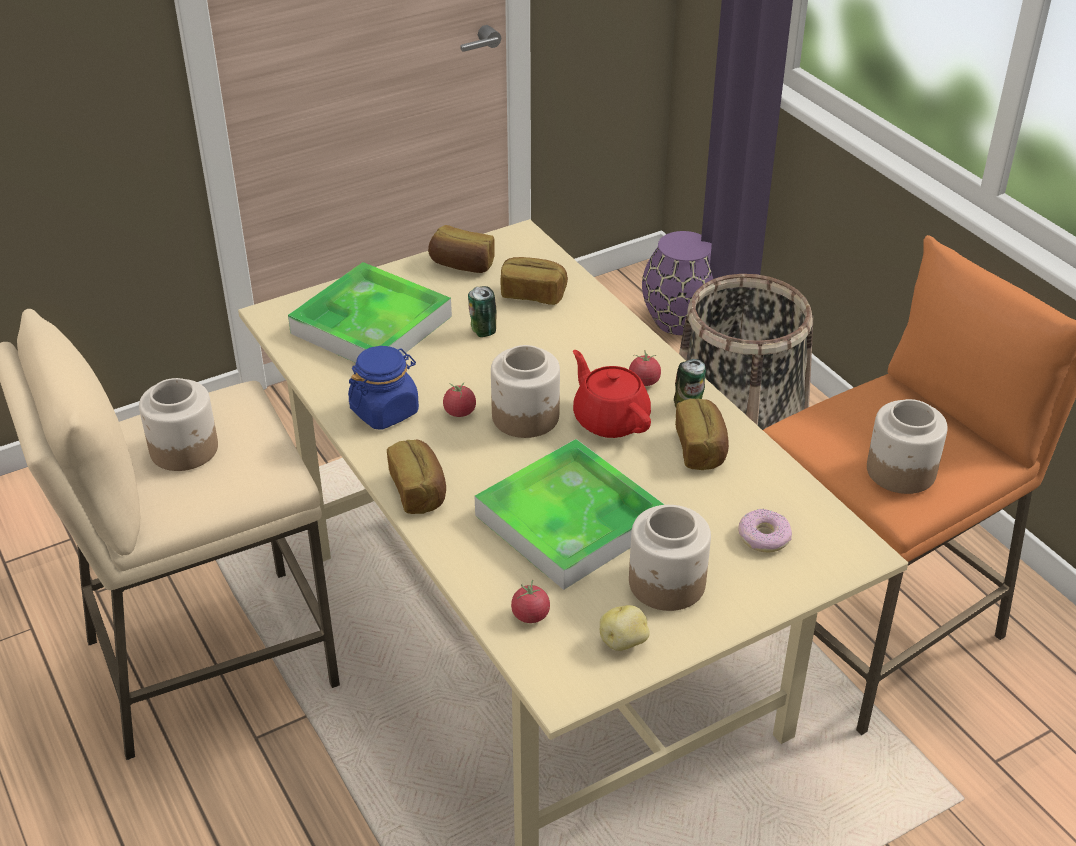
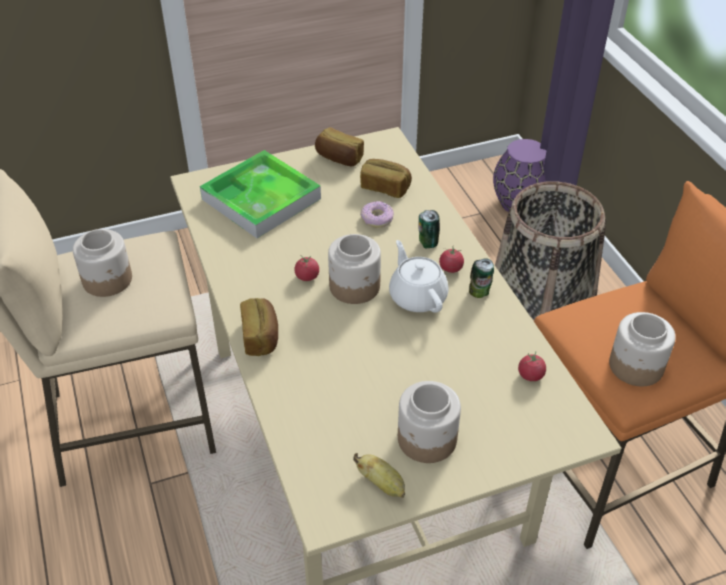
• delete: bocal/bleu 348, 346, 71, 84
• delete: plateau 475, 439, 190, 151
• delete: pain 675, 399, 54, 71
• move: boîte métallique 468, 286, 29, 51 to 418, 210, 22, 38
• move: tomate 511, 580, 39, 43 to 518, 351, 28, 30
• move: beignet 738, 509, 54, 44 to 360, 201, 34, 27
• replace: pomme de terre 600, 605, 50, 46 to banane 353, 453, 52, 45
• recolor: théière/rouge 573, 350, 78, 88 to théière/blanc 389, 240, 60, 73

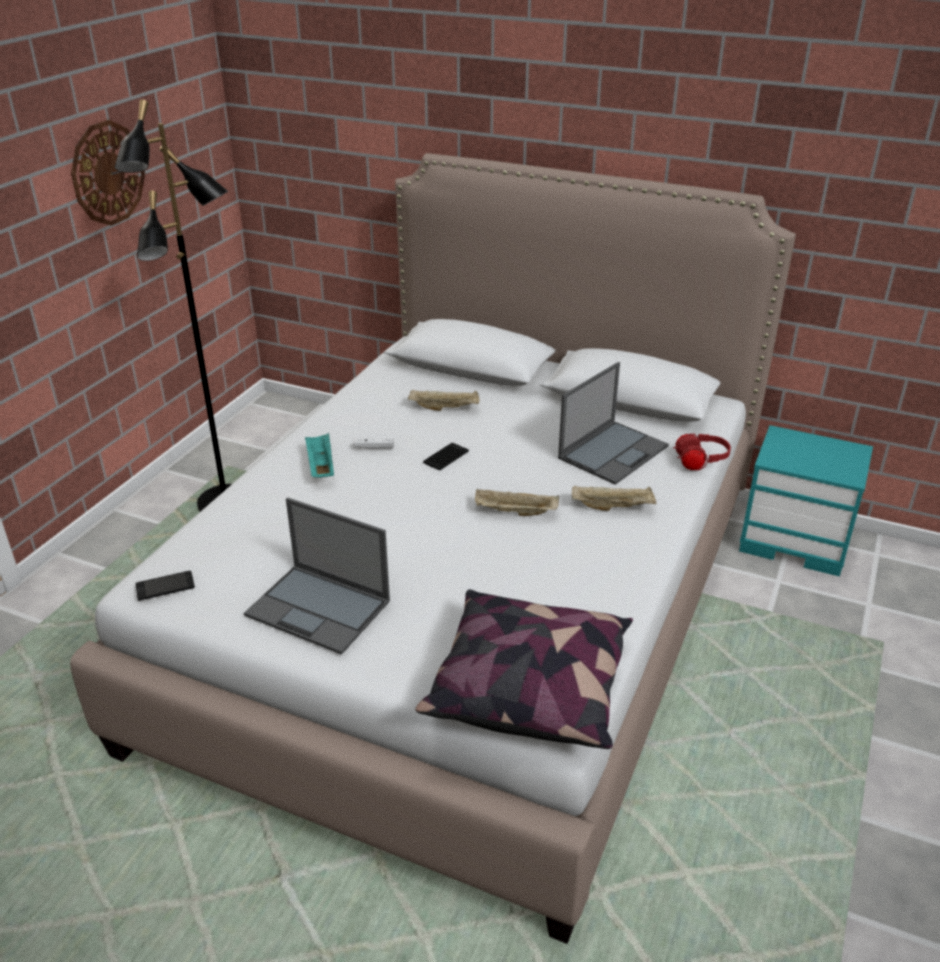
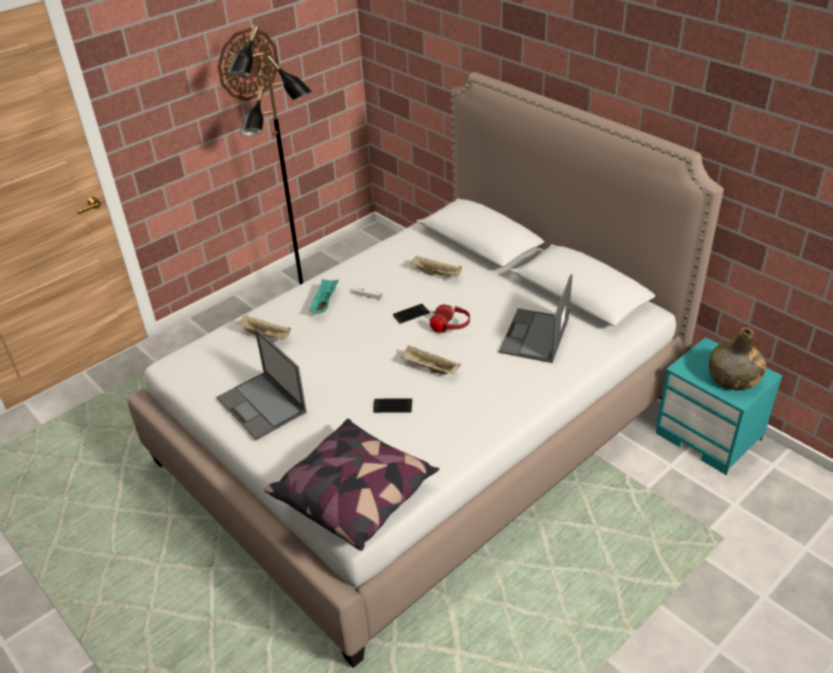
• insert: bouteille/vert 709, 327, 57, 63
• move: téléphone 135, 571, 60, 30 to 373, 398, 39, 15
• move: plateau/beige 572, 485, 85, 26 to 236, 315, 55, 25
• move: casque audio/rouge 673, 434, 58, 36 to 428, 304, 42, 29
• rotate: ordinateur portable 558, 362, 111, 123 = 499, 274, 73, 89 135 degrees clockwise

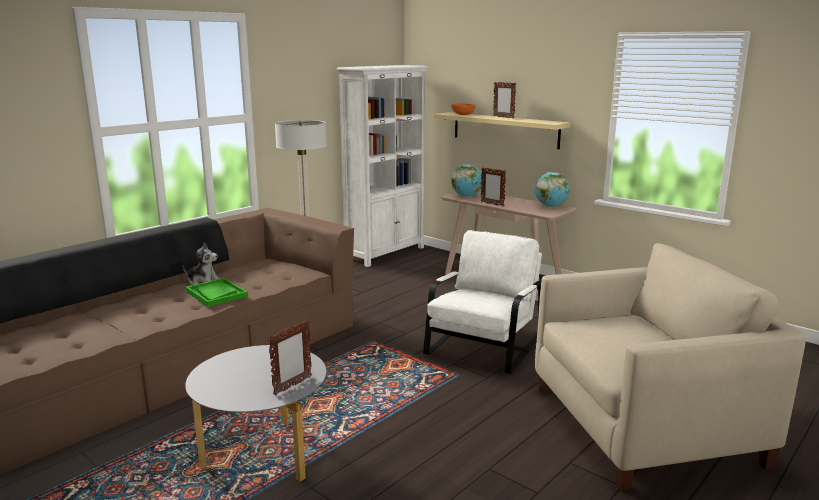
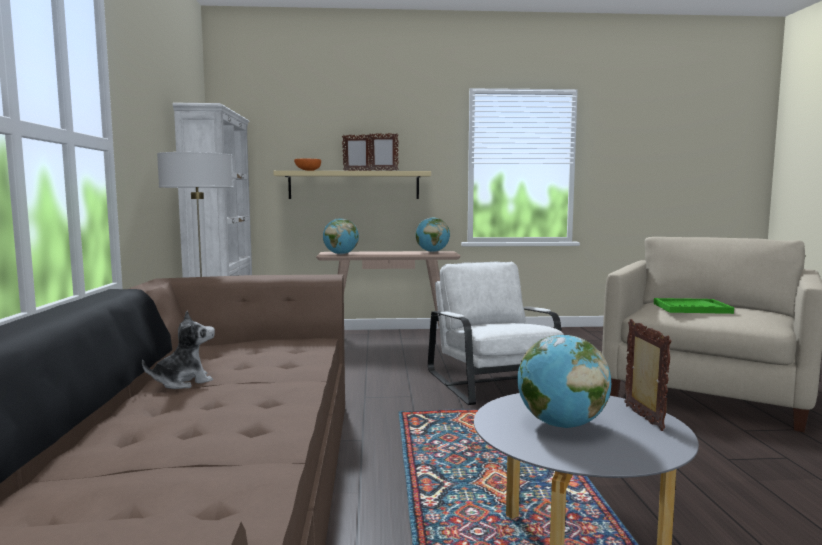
• insert: globe 517, 335, 94, 93
• move: plateau/vert 186, 278, 62, 29 to 654, 298, 80, 16
• move: cadre photo 481, 167, 25, 40 to 368, 133, 31, 38

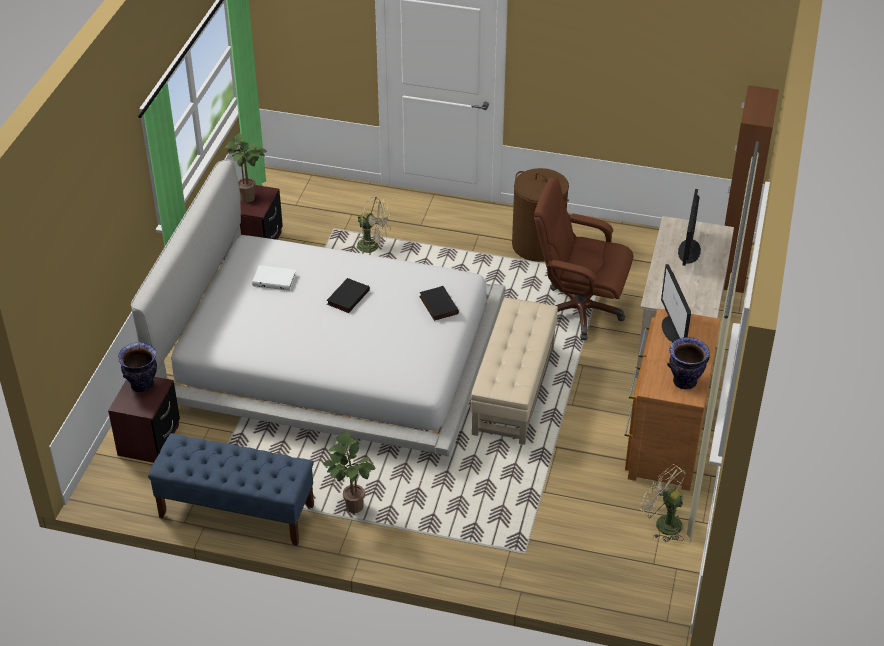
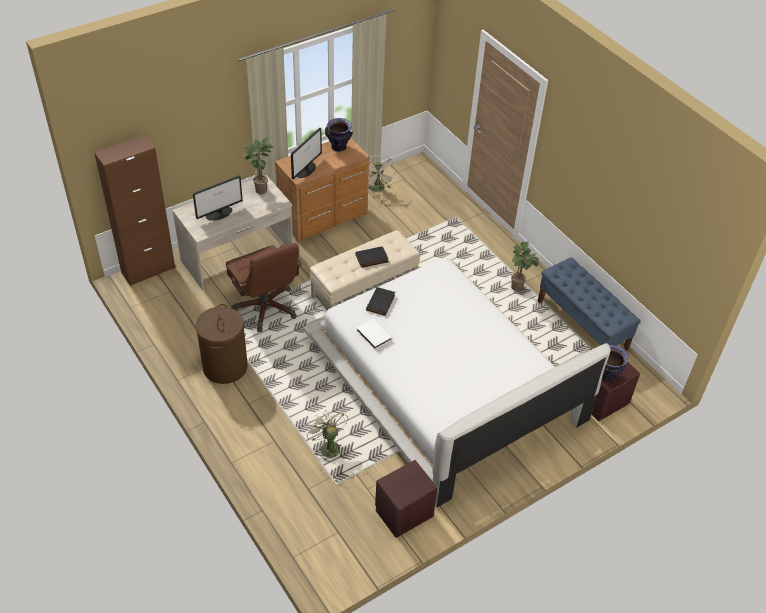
• move: plante en pot 224, 133, 43, 70 to 242, 137, 31, 58
• move: livre/blanc 252, 265, 44, 26 to 356, 319, 36, 31
• move: livre/noir 327, 278, 43, 35 to 355, 246, 33, 22

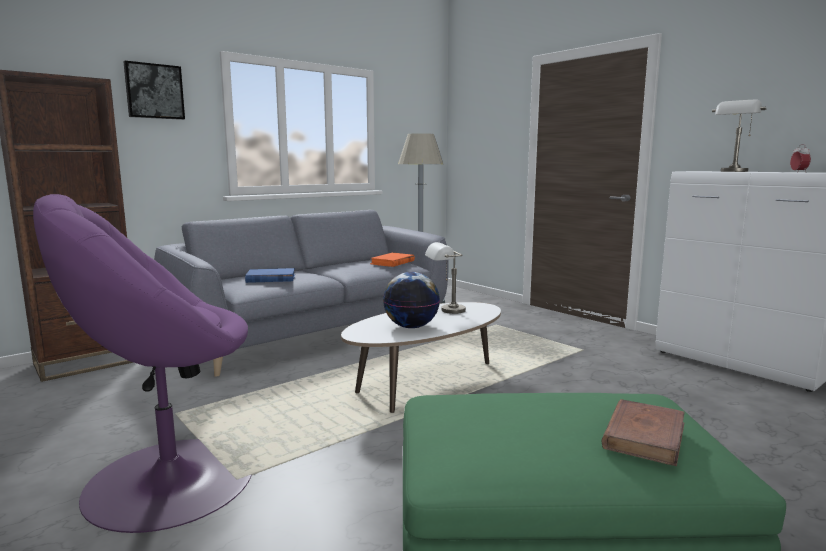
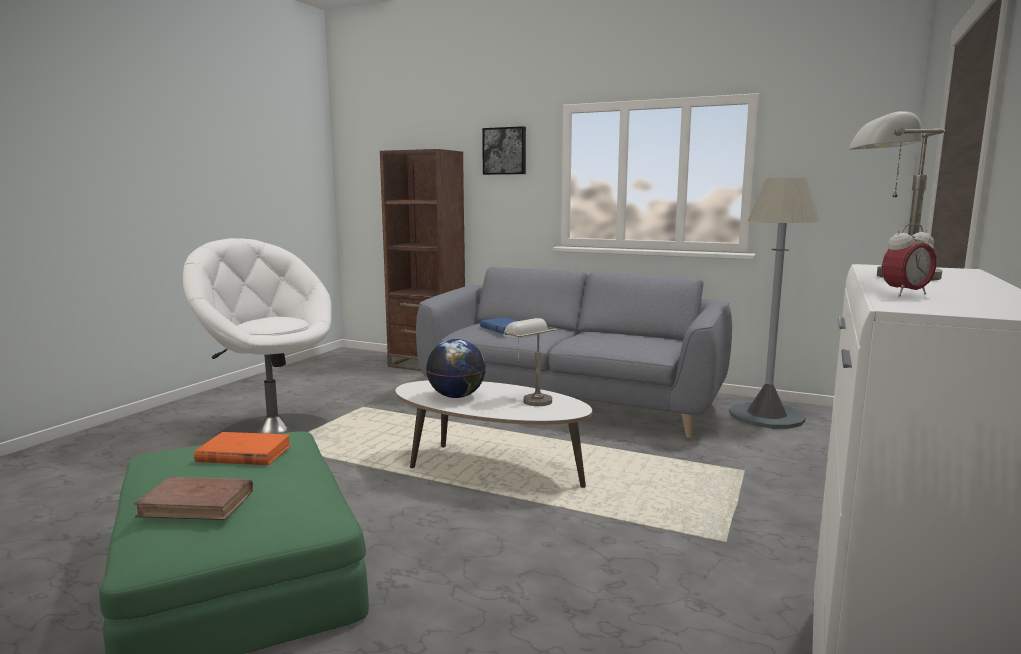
• move: livre/orange 370, 253, 45, 14 to 194, 432, 97, 33
• recolor: fauteuil/violet 33, 194, 219, 339 to fauteuil/blanc 183, 238, 149, 198

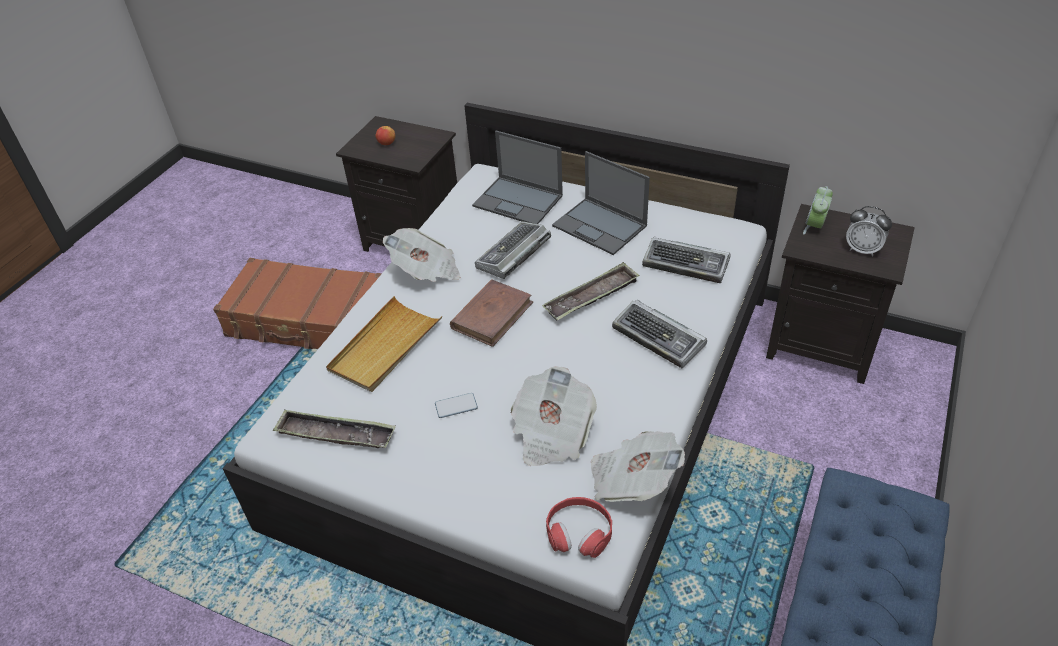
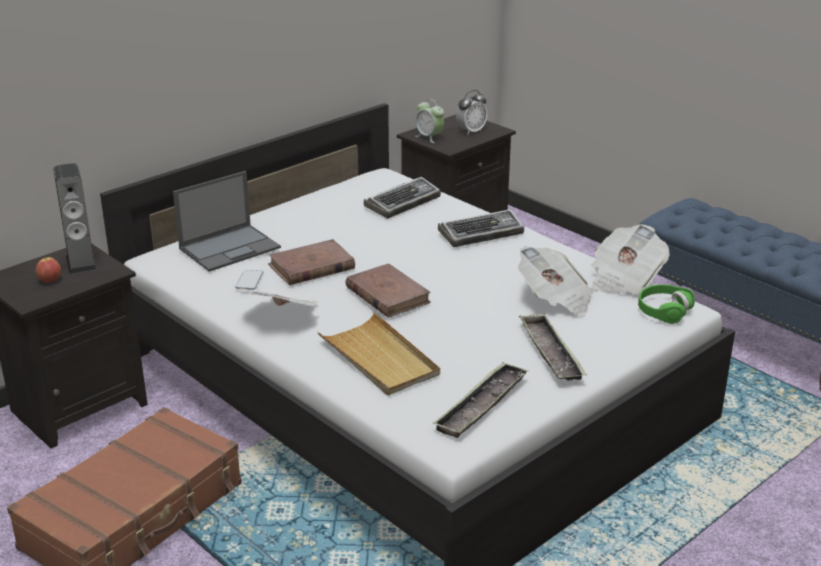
• delete: ordinateur portable 552, 151, 98, 104
• insert: enceinte 53, 163, 44, 111
• move: téléphone 435, 393, 43, 25 to 235, 270, 28, 20
• move: plateau 542, 262, 98, 59 to 519, 313, 68, 68
• replace: clavier 475, 221, 76, 58 to livre/marron 268, 239, 87, 46
• recolor: casque audio/rouge 546, 497, 66, 61 to casque audio/vert 638, 284, 57, 40

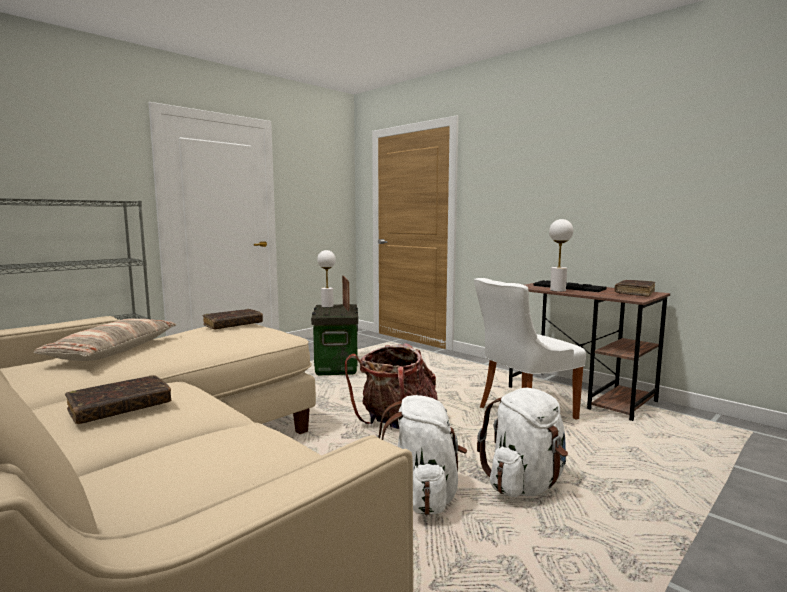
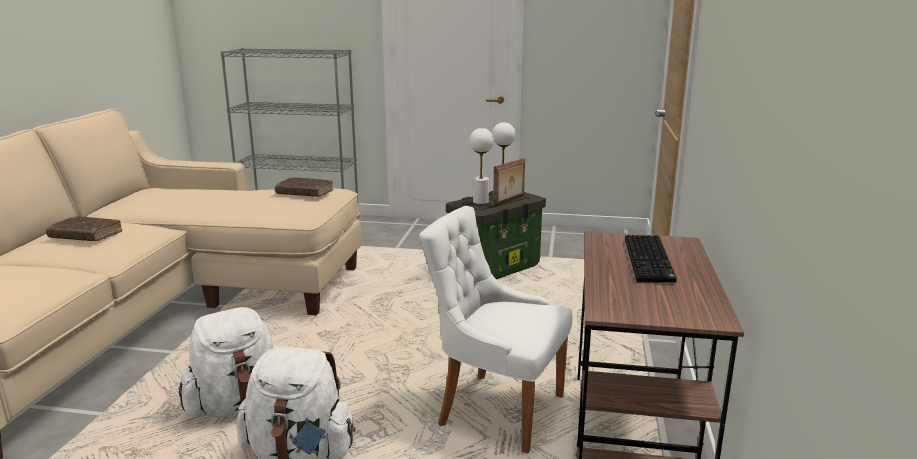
• delete: coussin 34, 319, 142, 42
• delete: sac à dos 345, 343, 93, 87
• delete: livre/marron 615, 280, 40, 17
• move: lampe de table/blanc 549, 219, 24, 73 to 469, 128, 25, 76

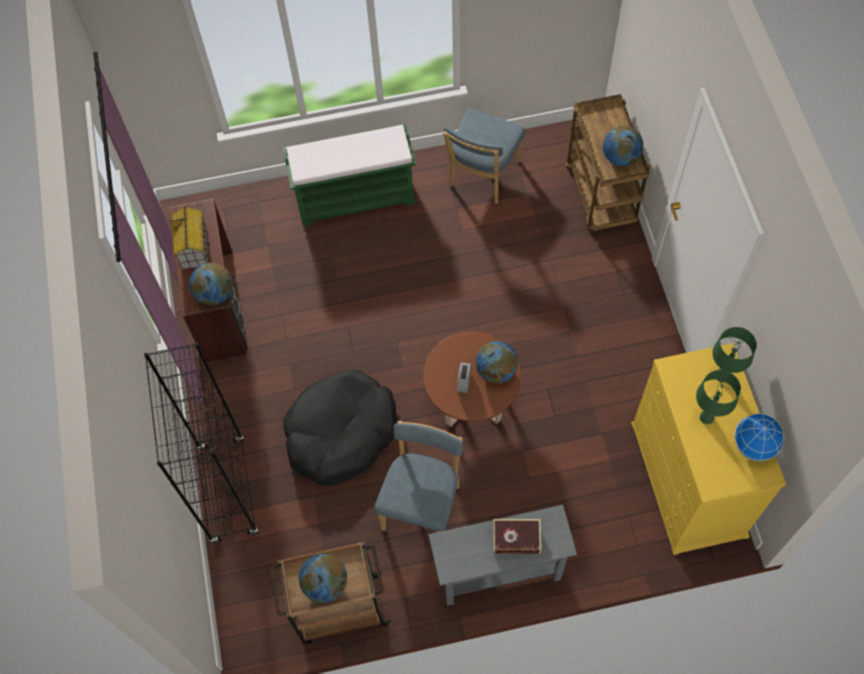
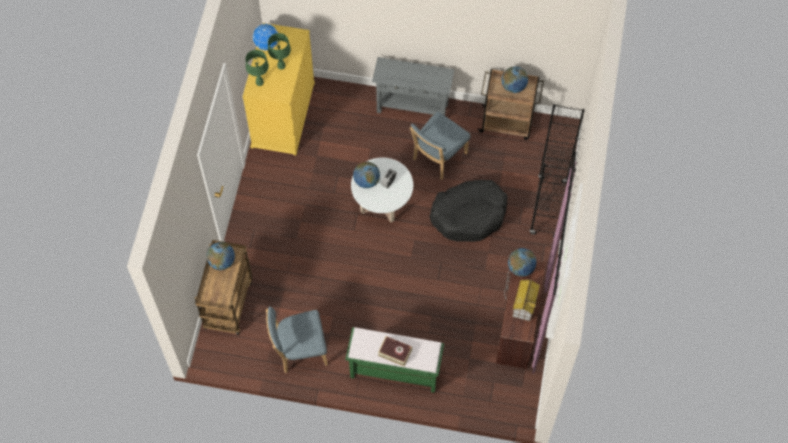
• move: livre 493, 519, 48, 35 to 378, 336, 34, 31
• recolor: table basse/marron 423, 331, 98, 96 to table basse/blanc 351, 157, 62, 66
• rotate: chaise/bleu 443, 108, 82, 95 = 266, 306, 62, 67 150 degrees counterclockwise

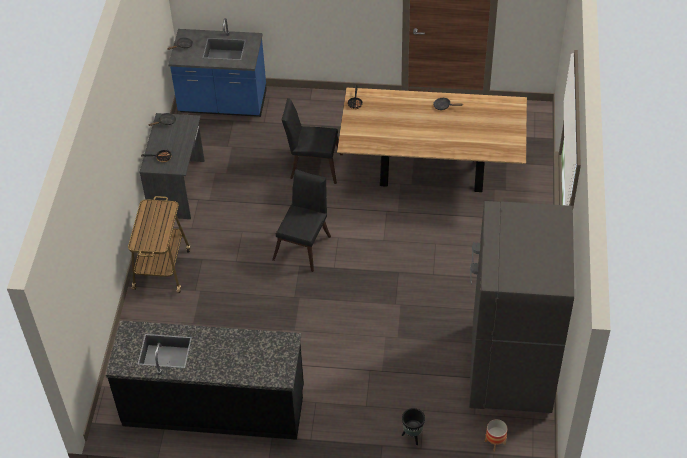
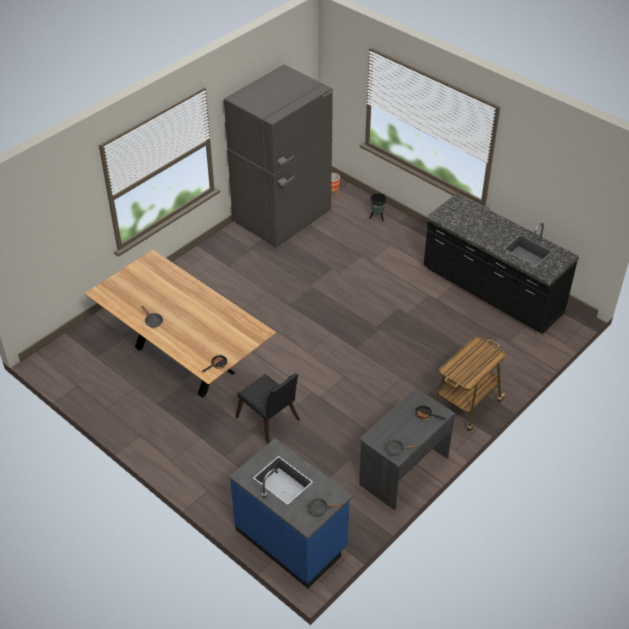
• delete: chaise/noir 272, 169, 59, 103

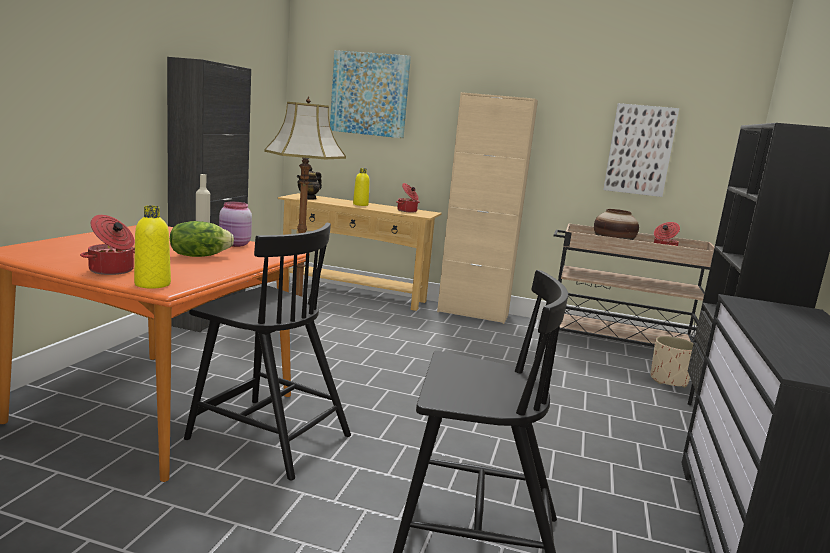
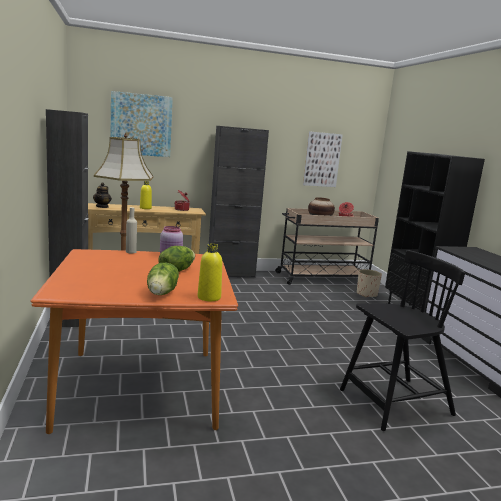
• delete: chaise/noir 184, 222, 167, 258
• replace: marmite 80, 215, 55, 60 to laitue 147, 263, 32, 32
• recolor: meuble de rangement/beige 437, 92, 101, 232 to meuble de rangement/noir 209, 126, 60, 152

